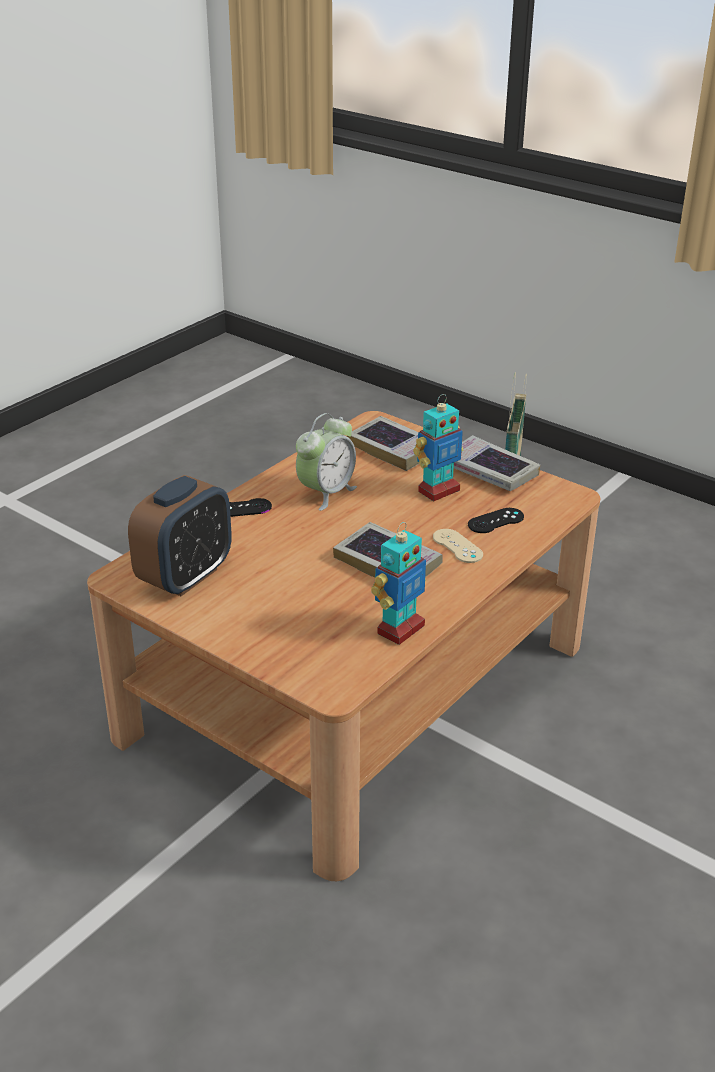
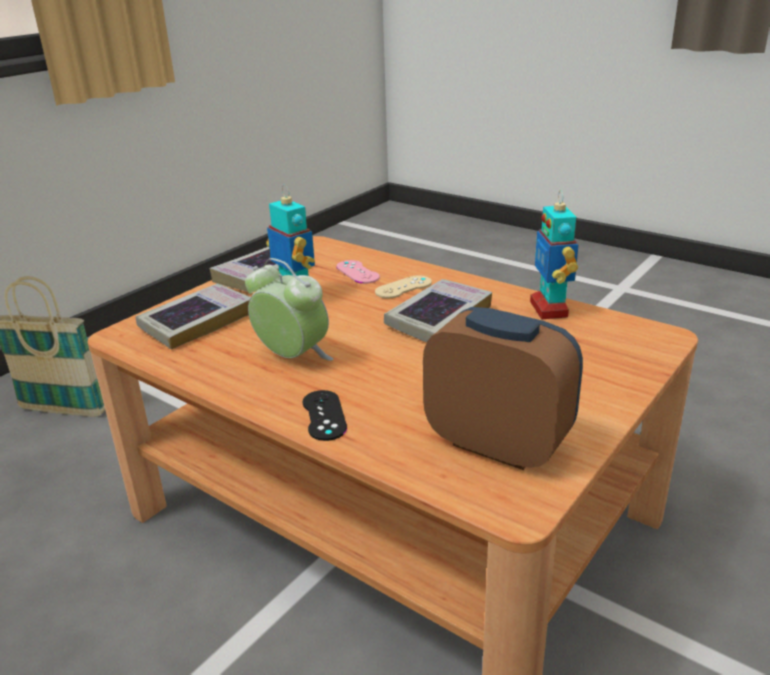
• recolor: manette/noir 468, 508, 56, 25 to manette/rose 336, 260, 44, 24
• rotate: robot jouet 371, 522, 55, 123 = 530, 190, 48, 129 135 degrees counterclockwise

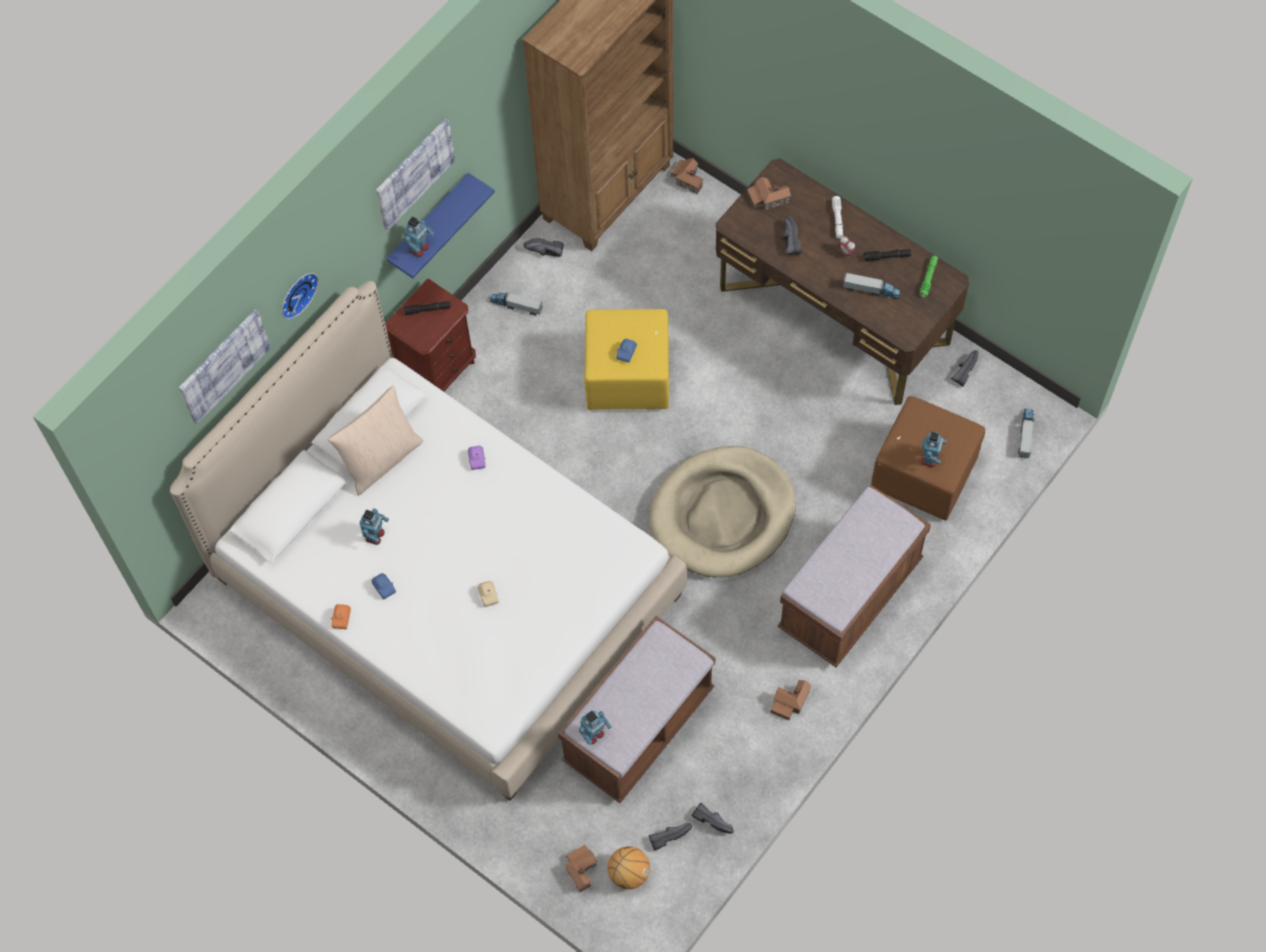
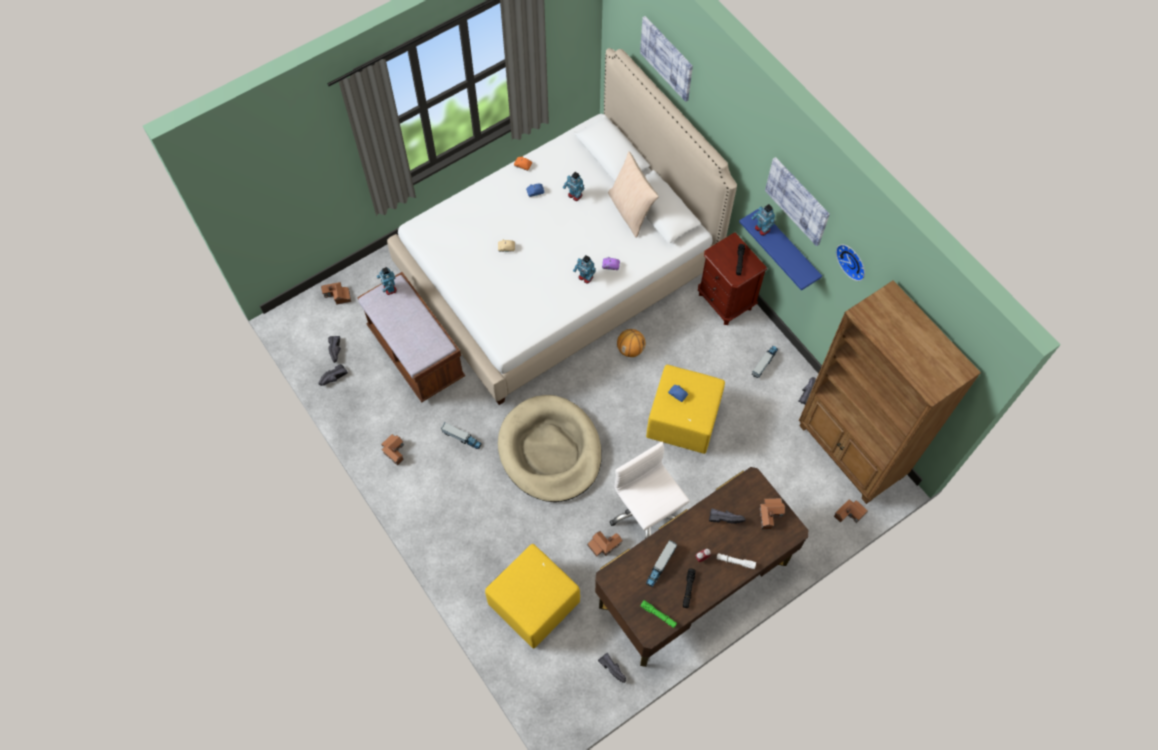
• delete: banc/marron 777, 485, 154, 182
• insert: maison miniature 587, 531, 36, 26
• insert: chaise de bureau/blanc 610, 442, 80, 97
• move: horloge murale 281, 273, 38, 46 to 836, 244, 29, 37
• move: ballon de basket 608, 846, 42, 43 to 617, 329, 28, 28
• move: robot jouet 921, 431, 26, 36 to 573, 255, 23, 29
• move: camion jouet 1018, 408, 16, 50 to 441, 423, 41, 27
• recolor: pouf/marron 871, 396, 114, 125 to pouf/jaune 485, 544, 95, 104

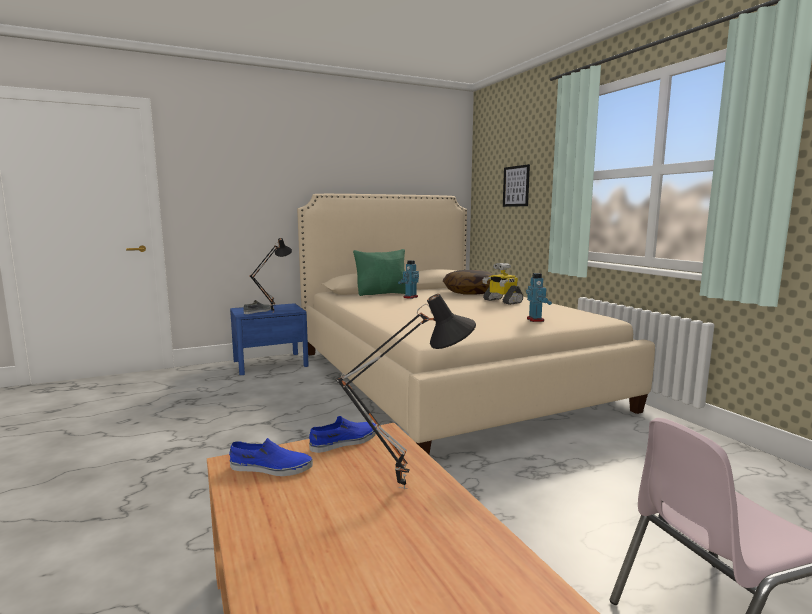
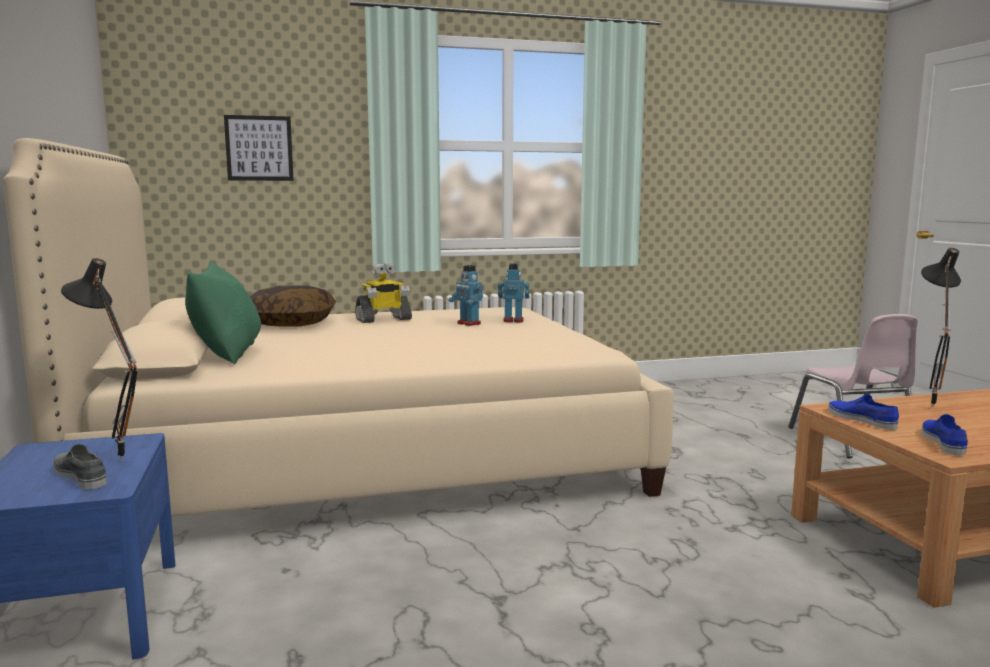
• move: robot jouet 398, 260, 21, 39 to 449, 265, 34, 61

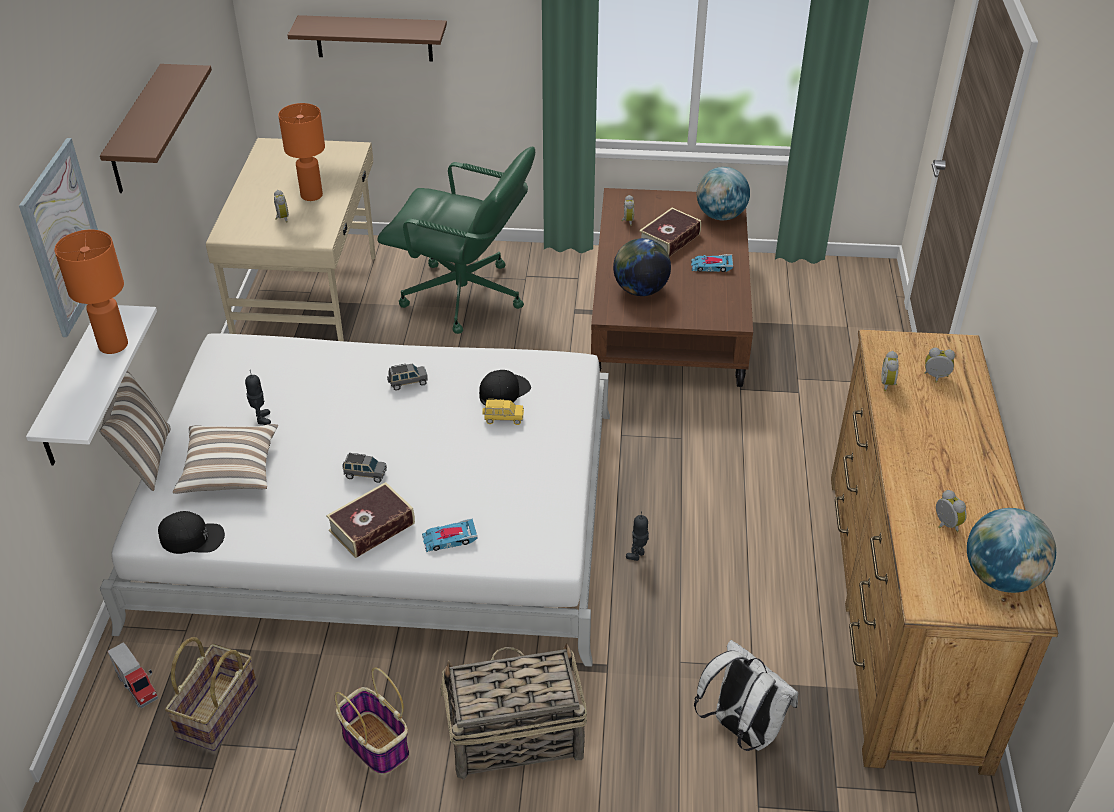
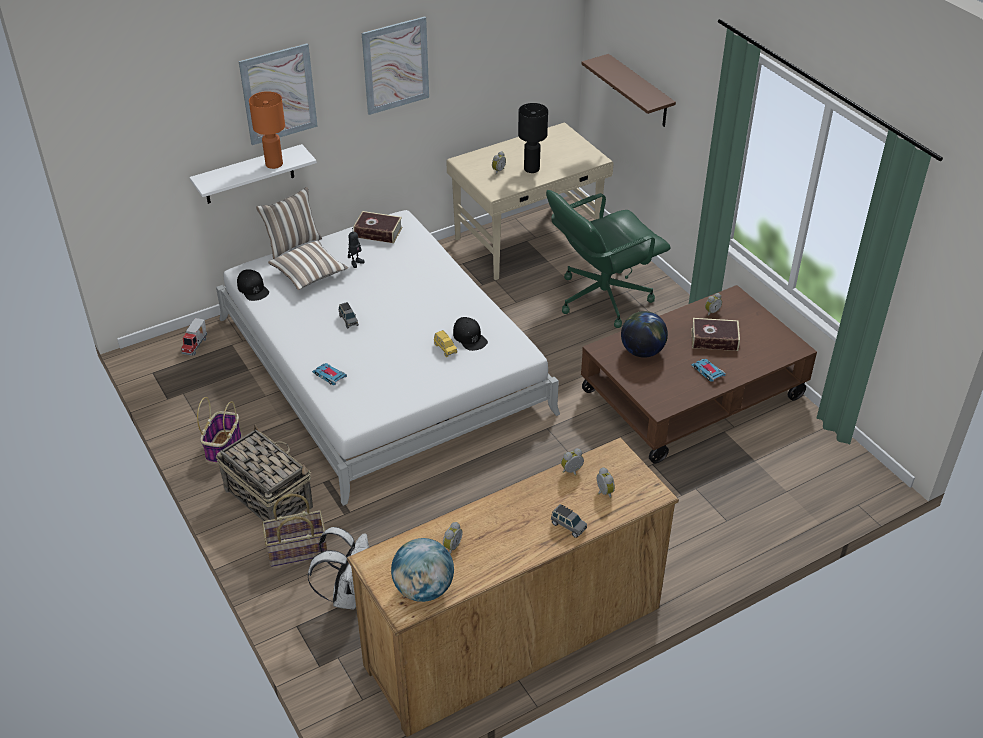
• delete: robot jouet 626, 511, 23, 50
• delete: globe 697, 167, 53, 53
• move: panier 165, 637, 93, 114 to 262, 494, 65, 73
• move: livre 326, 482, 89, 76 to 353, 211, 49, 32
• move: petite voiture/gris 387, 364, 41, 27 to 551, 504, 36, 34
• replace: étagère/marron 100, 64, 112, 129 to tableau 362, 16, 67, 99
• recolor: lampe de table/orange 278, 103, 47, 98 to lampe de table/noir 518, 103, 30, 70
• rotate: chaise de bureau/vert 377, 146, 158, 188 = 546, 190, 125, 138 75 degrees clockwise
• rotate: casquette/noir 479, 370, 52, 36 = 453, 317, 35, 34 45 degrees clockwise

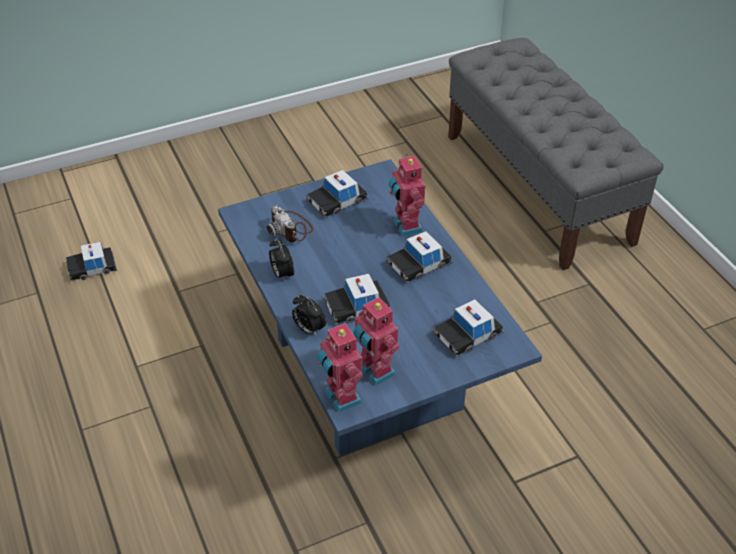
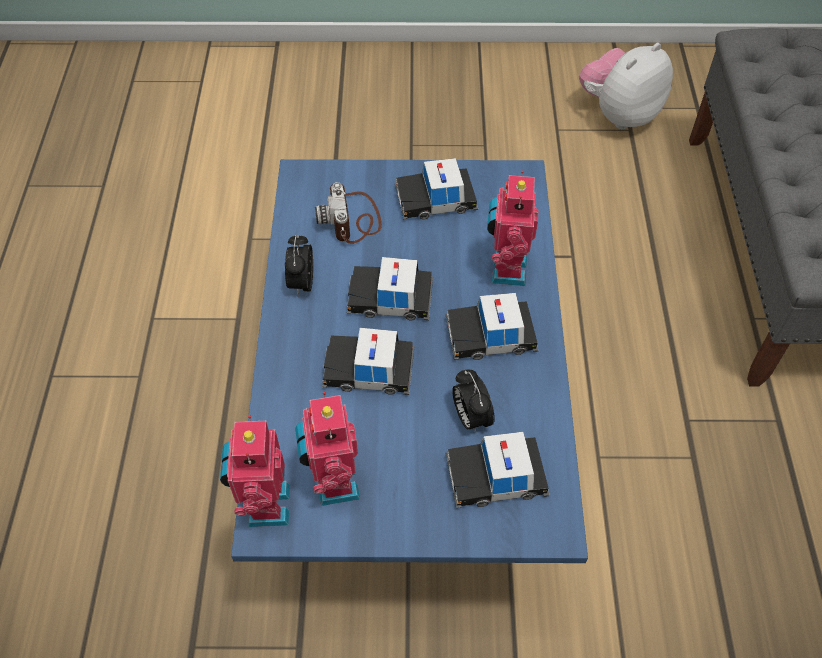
• insert: peluche 579, 43, 94, 86
• move: petite voiture 66, 242, 51, 39 to 346, 257, 87, 64
• move: réveil 292, 294, 34, 43 to 452, 369, 43, 64

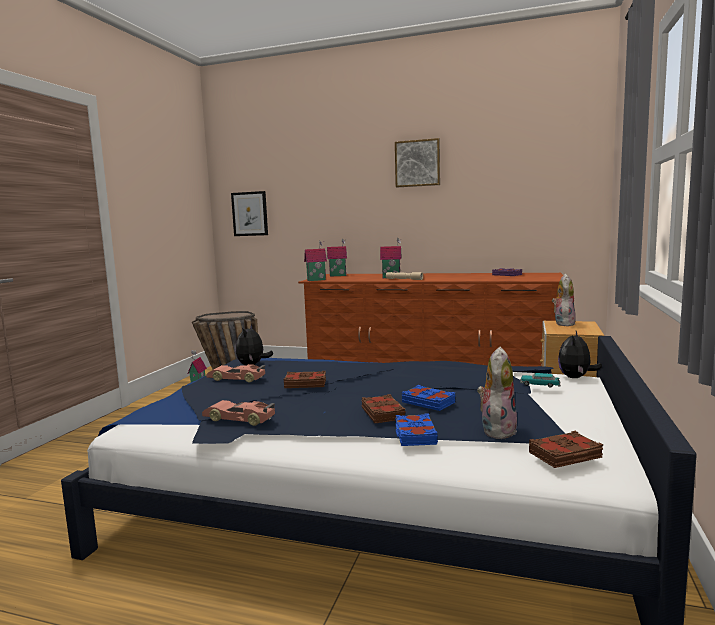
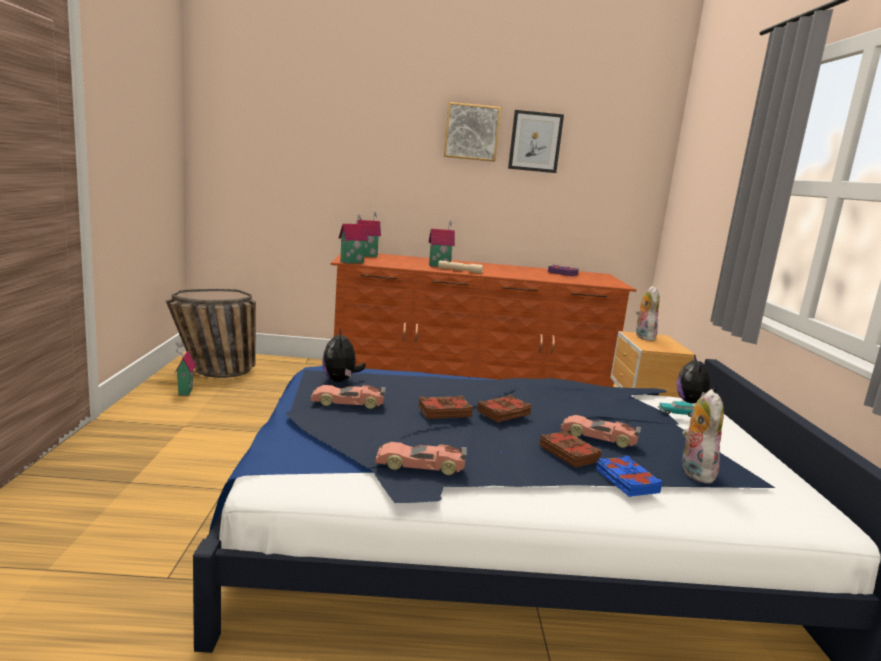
• move: tableau 231, 191, 37, 45 to 508, 110, 56, 63
• move: livre/marron 529, 431, 75, 37 to 477, 395, 55, 27
• replace: livre/bleu 402, 385, 53, 26 to petite voiture 561, 415, 80, 33

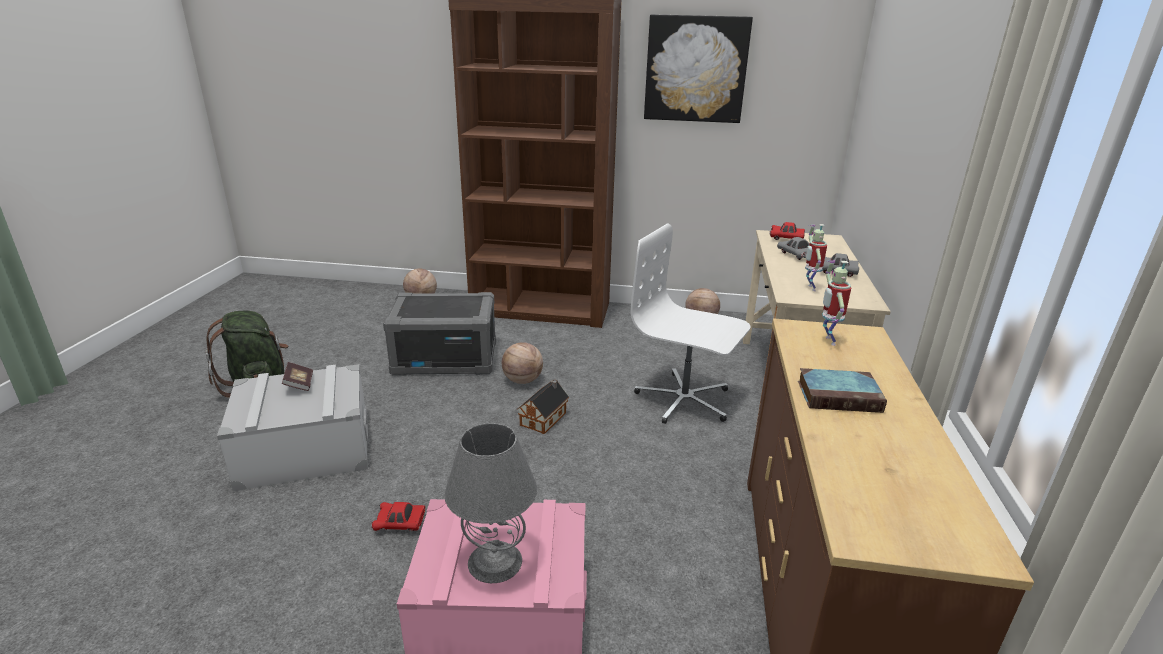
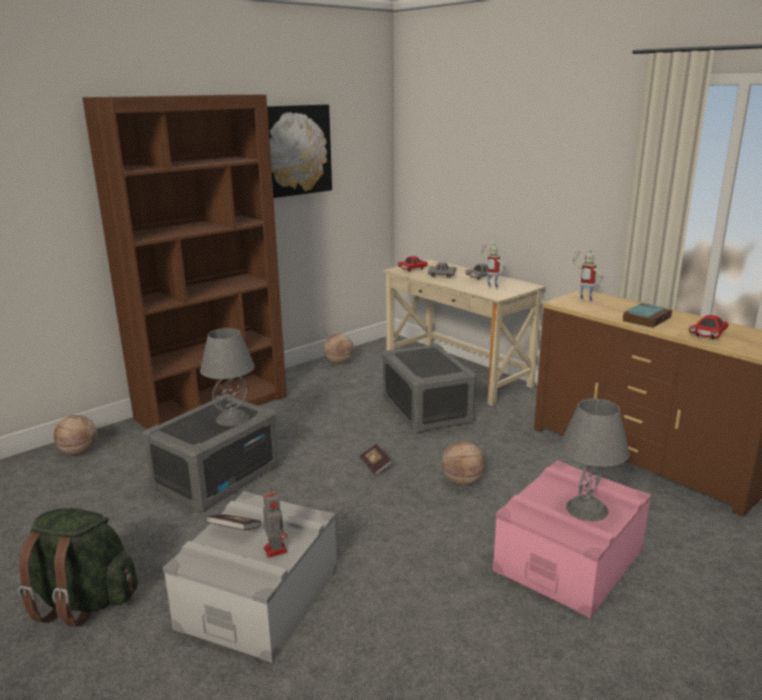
• insert: lampe de table/gris 200, 328, 55, 98
• insert: robot jouet 263, 487, 25, 71
• move: petite voiture/rouge 371, 502, 54, 29 to 689, 315, 40, 24
• move: ballon de basket 502, 342, 41, 42 to 441, 441, 44, 44
• replace: maison miniature 518, 379, 51, 55 to livre 360, 444, 33, 32
• replace: chaise de bureau/blanc 631, 223, 120, 201 to boîte de rangement/gris 382, 343, 94, 91

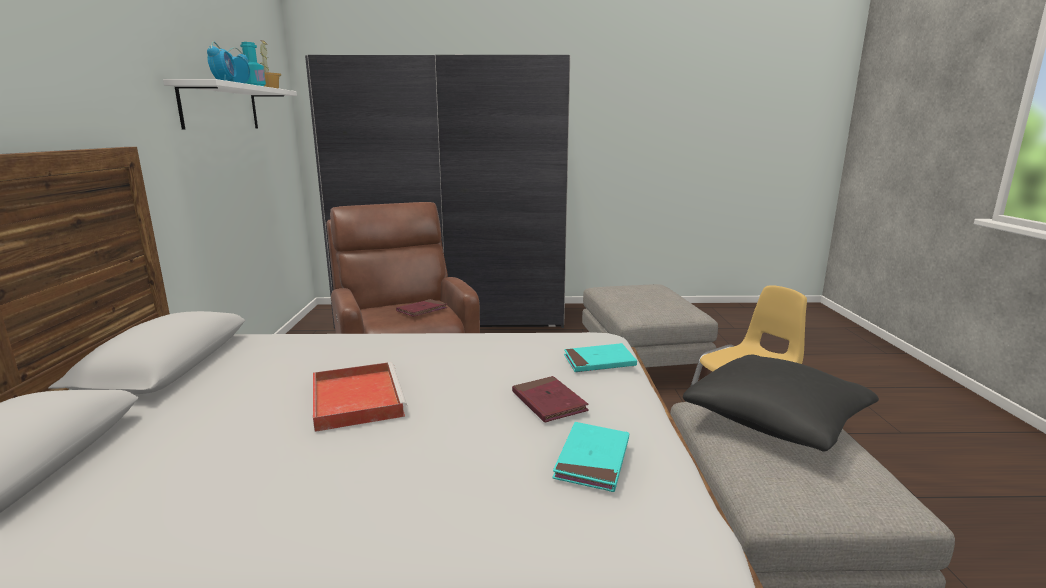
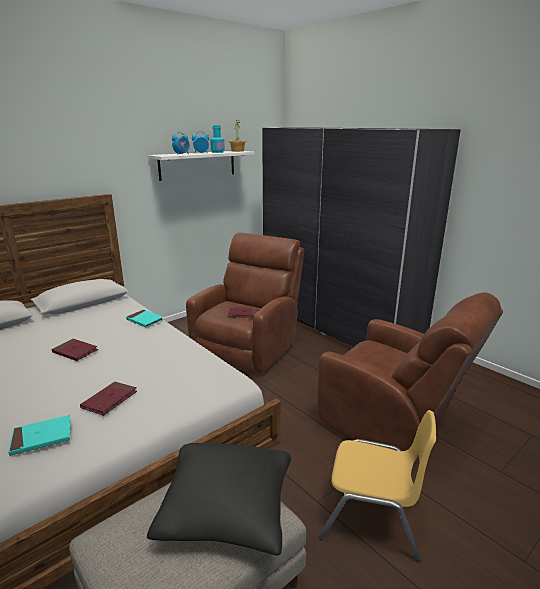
• move: livre/turquoise 564, 343, 73, 29 to 126, 310, 38, 18
• replace: plateau/rouge 313, 362, 94, 70 to livre/rouge 52, 339, 46, 22
• replace: pouf/gris 582, 284, 136, 96 to fauteuil/marron 318, 292, 185, 159

